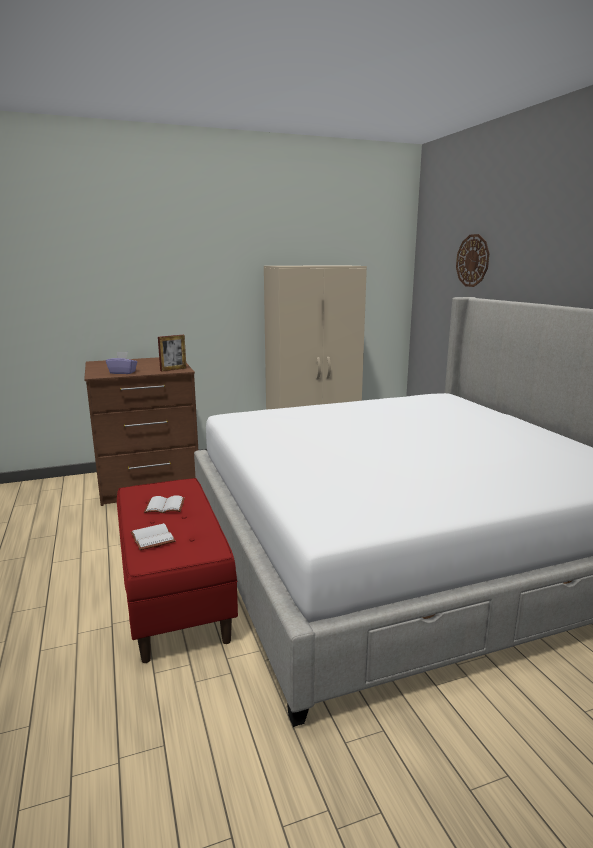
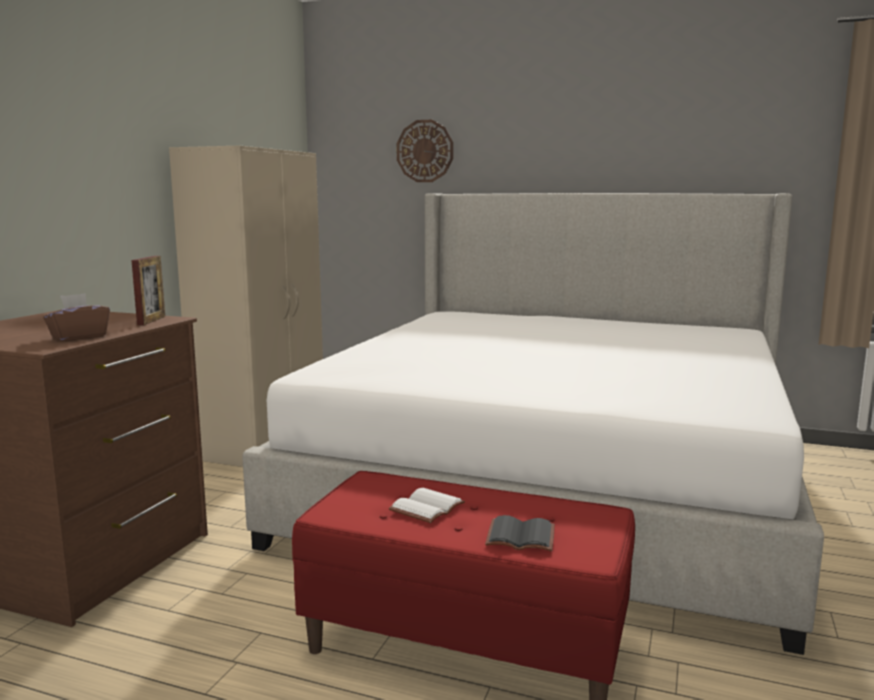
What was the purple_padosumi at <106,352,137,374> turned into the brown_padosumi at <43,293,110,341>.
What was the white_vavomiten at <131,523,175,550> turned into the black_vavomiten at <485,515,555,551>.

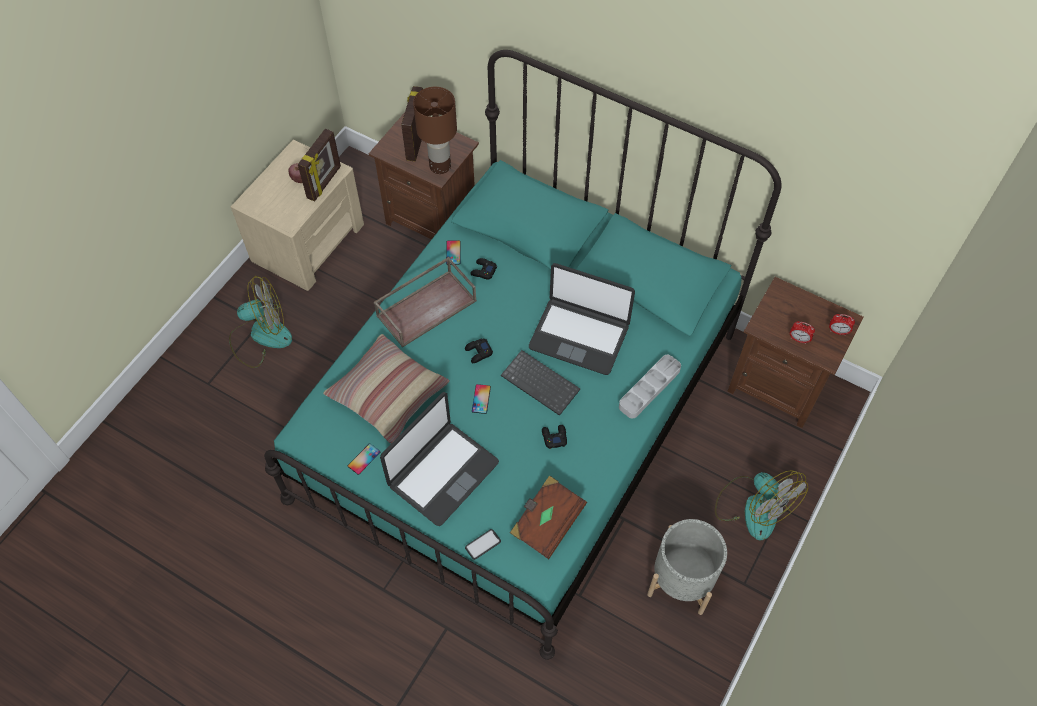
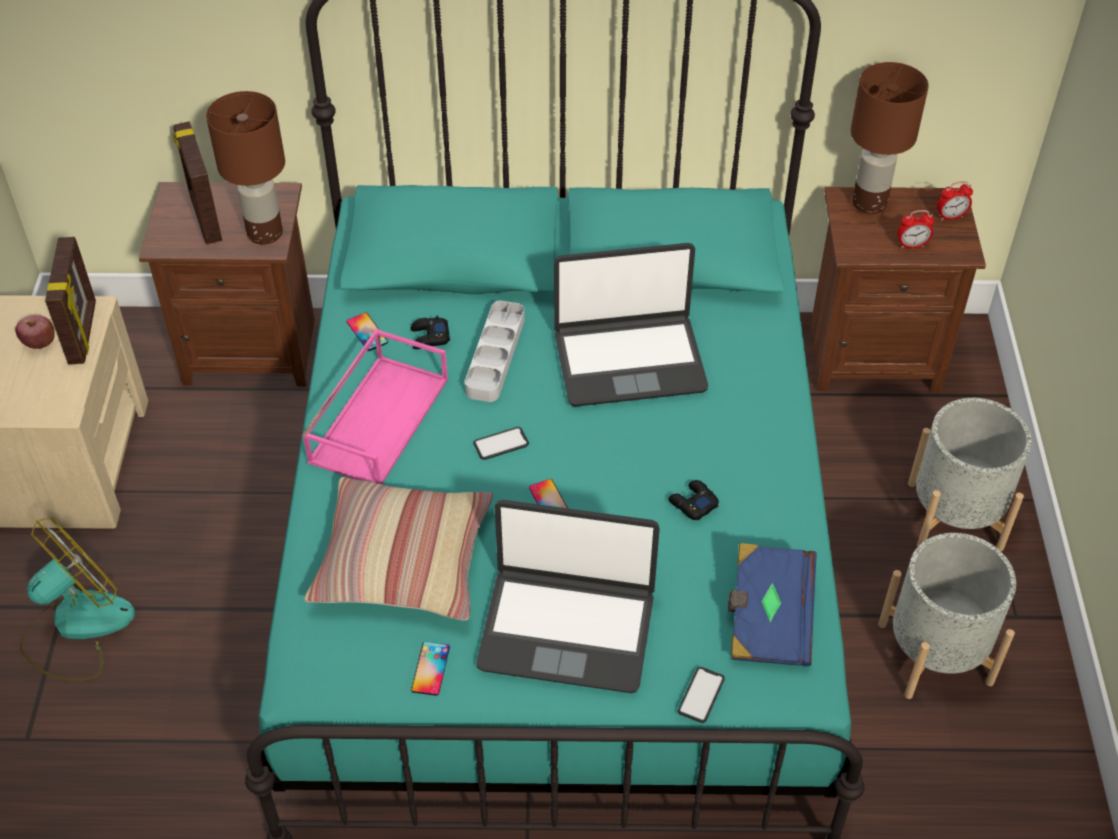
What was the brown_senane at <374,257,477,348> turned into the pink_senane at <302,329,448,484>.
The grey_senane ended up elsewhere, having gone from <619,355,681,419> to <465,301,525,402>.
Where the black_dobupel stood at <465,339,493,363>, the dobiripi came to stand at <473,427,529,460>.
The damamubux at <380,392,499,526> ended up facing another way, 90 degrees clockwise from before.
What was the brown_vavomiten at <510,475,587,559> turned into the blue_vavomiten at <728,543,817,666>.
The second view gained the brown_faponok at <851,62,929,214>.
Where the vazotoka stood at <715,470,808,540>, the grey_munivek came to stand at <908,398,1032,551>.
The second view lost the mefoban at <501,350,580,416>.

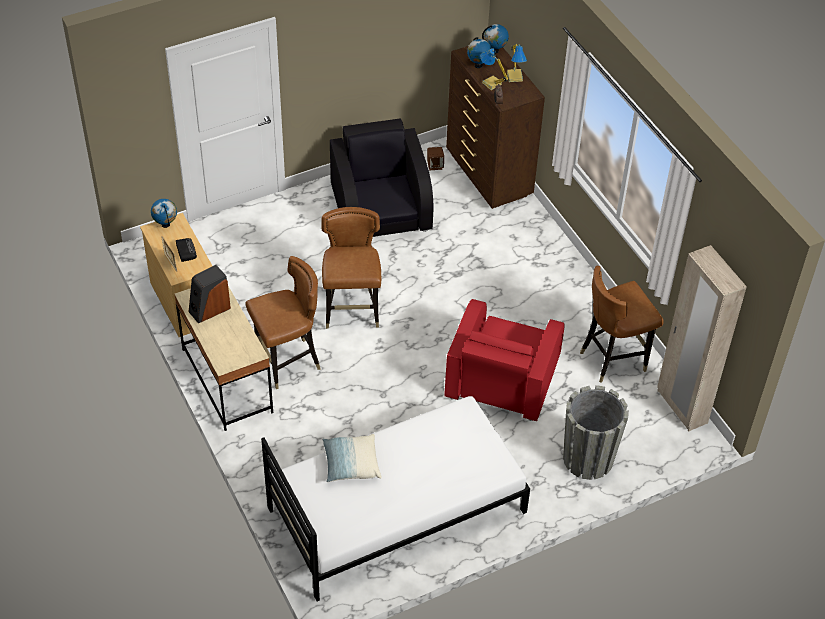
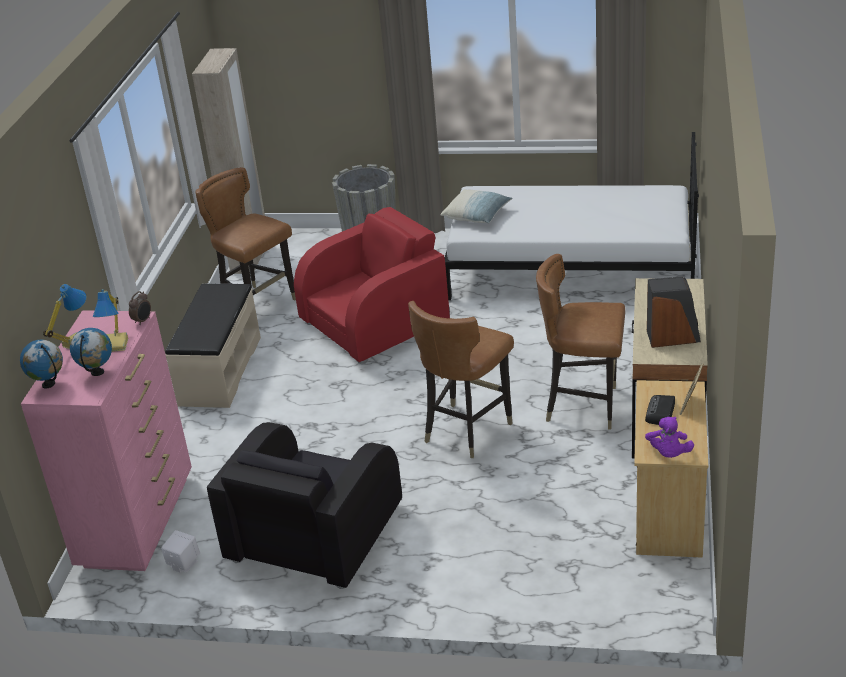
What was the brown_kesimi at <446,46,545,209> turned into the pink_kesimi at <21,310,192,571>.
What was the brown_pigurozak at <427,147,444,170> turned into the white_pigurozak at <161,530,200,573>.
The second view gained the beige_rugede at <165,284,261,408>.
The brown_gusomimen at <580,266,664,383> ended up facing another way, 150 degrees counterclockwise from before.
The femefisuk ended up elsewhere, having gone from <322,434,382,482> to <441,189,513,223>.
Where the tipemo stood at <151,199,177,228>, the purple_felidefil came to stand at <645,417,694,458>.

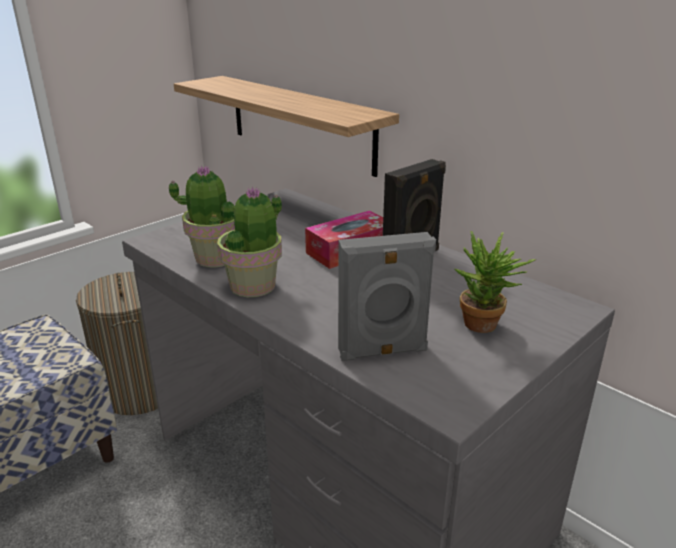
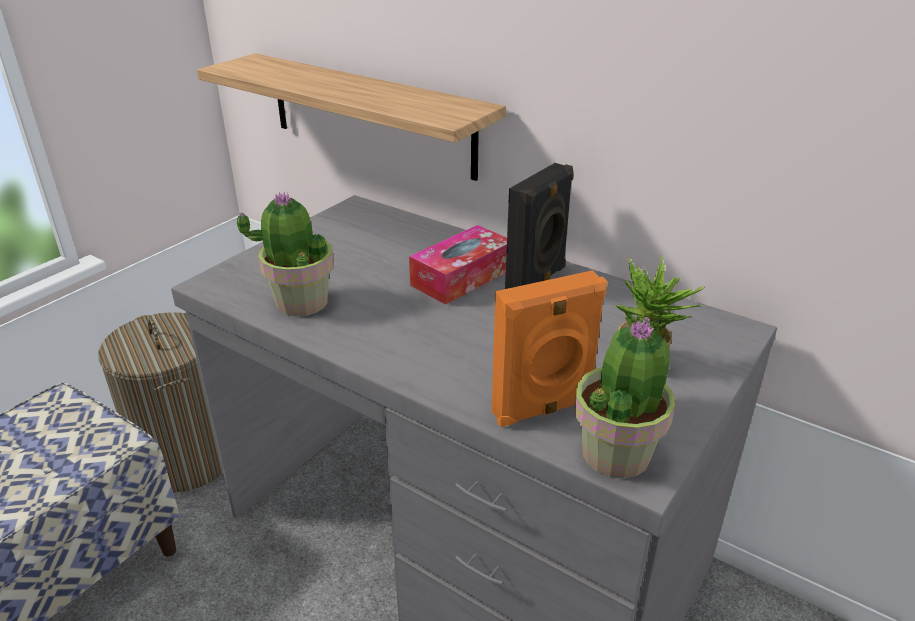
What was the grey_pigurozak at <338,232,436,361> turned into the orange_pigurozak at <492,271,607,427>.
The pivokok ended up elsewhere, having gone from <217,186,282,297> to <575,316,675,479>.

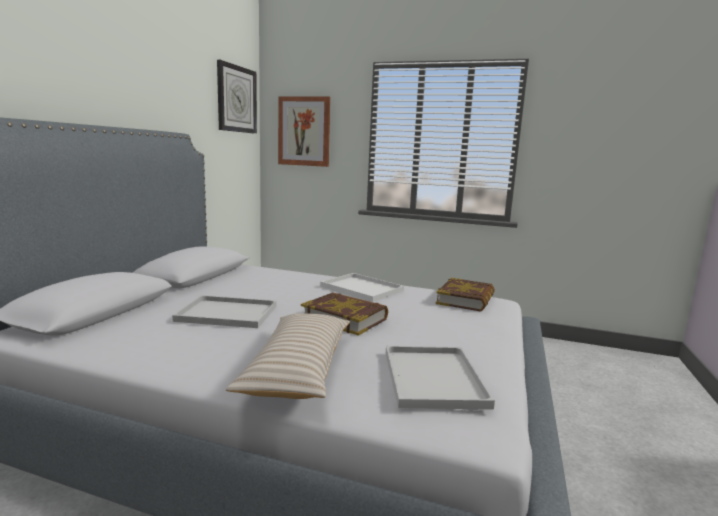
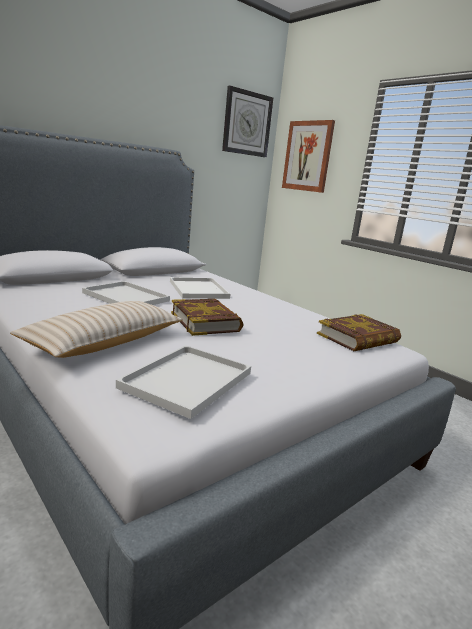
The white_senane ended up elsewhere, having gone from <320,273,404,302> to <170,277,230,299>.

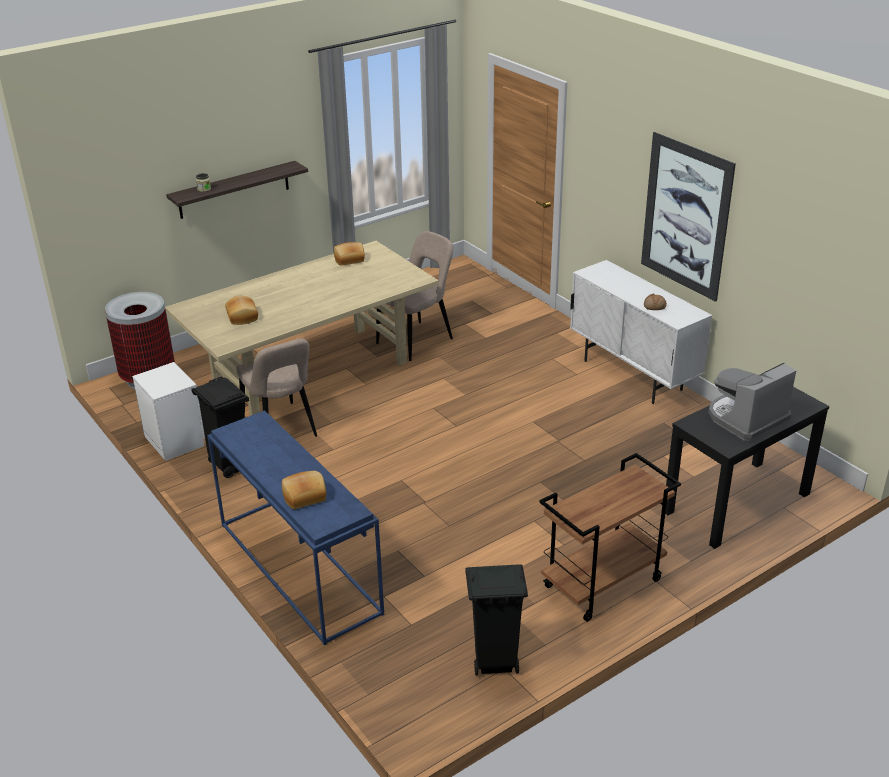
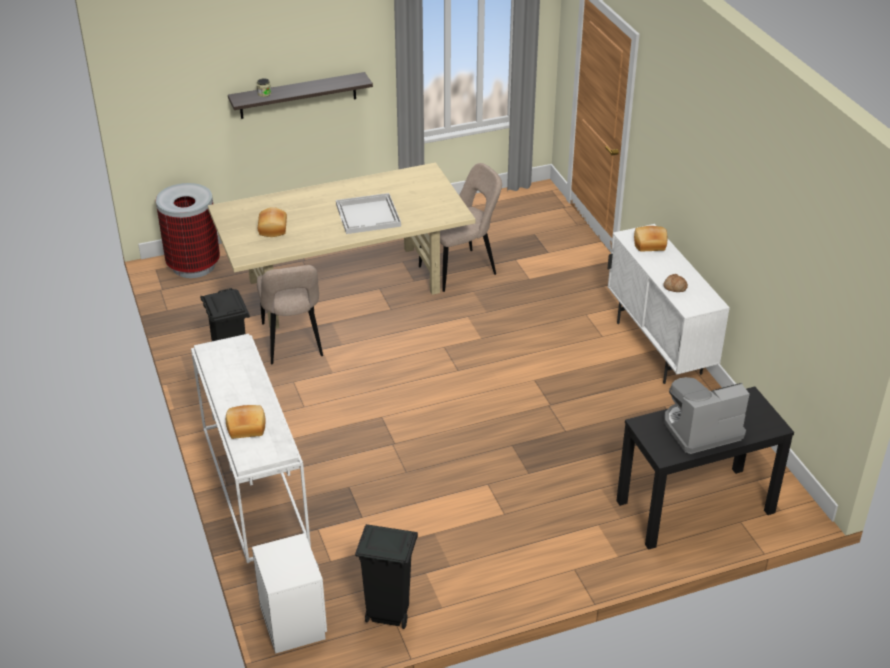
What was the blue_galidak at <207,411,384,645> turned into the white_galidak at <191,334,311,563>.
The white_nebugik ended up elsewhere, having gone from <132,362,205,461> to <252,533,327,654>.
The second view gained the white_senane at <336,193,401,234>.
The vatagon ended up elsewhere, having gone from <334,242,365,266> to <634,226,667,252>.
The second view lost the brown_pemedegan at <539,453,681,622>.
The second view lost the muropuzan at <641,132,736,302>.

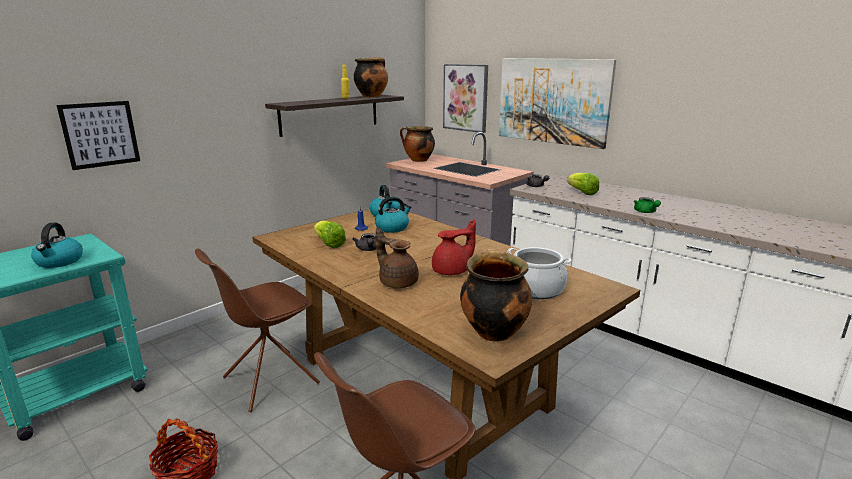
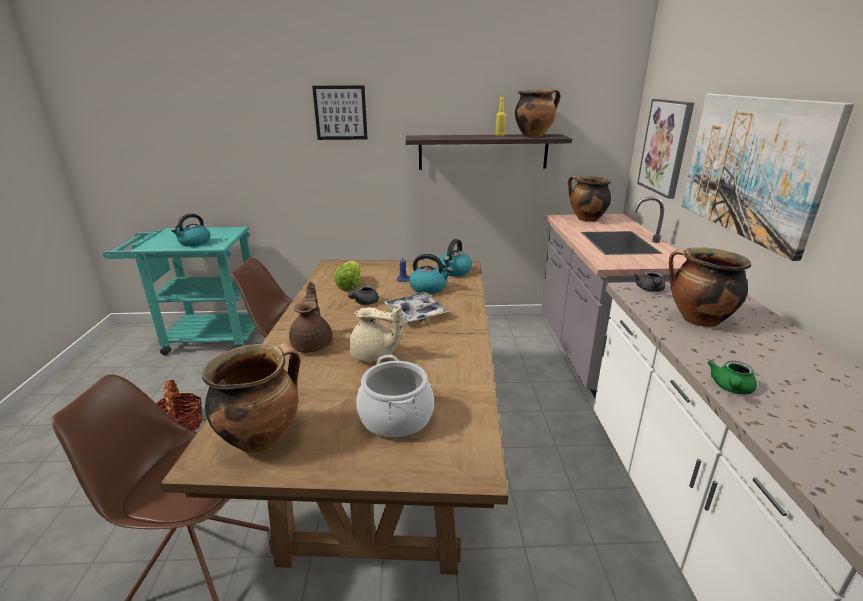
The muropuzan ended up elsewhere, having gone from <56,101,140,170> to <312,85,368,140>.
What was the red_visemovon at <432,220,476,275> turned into the beige_visemovon at <349,306,402,362>.
The second view gained the senane at <384,292,450,323>.
Where the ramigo stood at <567,173,599,195>, the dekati came to stand at <669,247,751,327>.

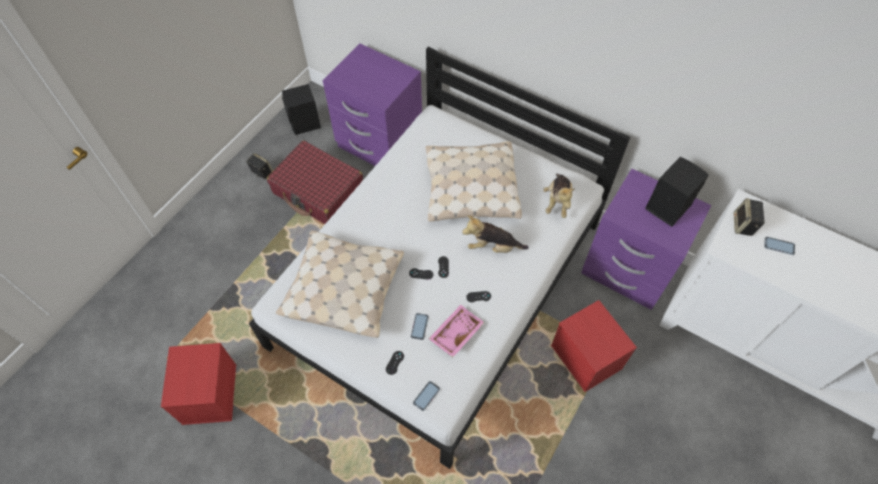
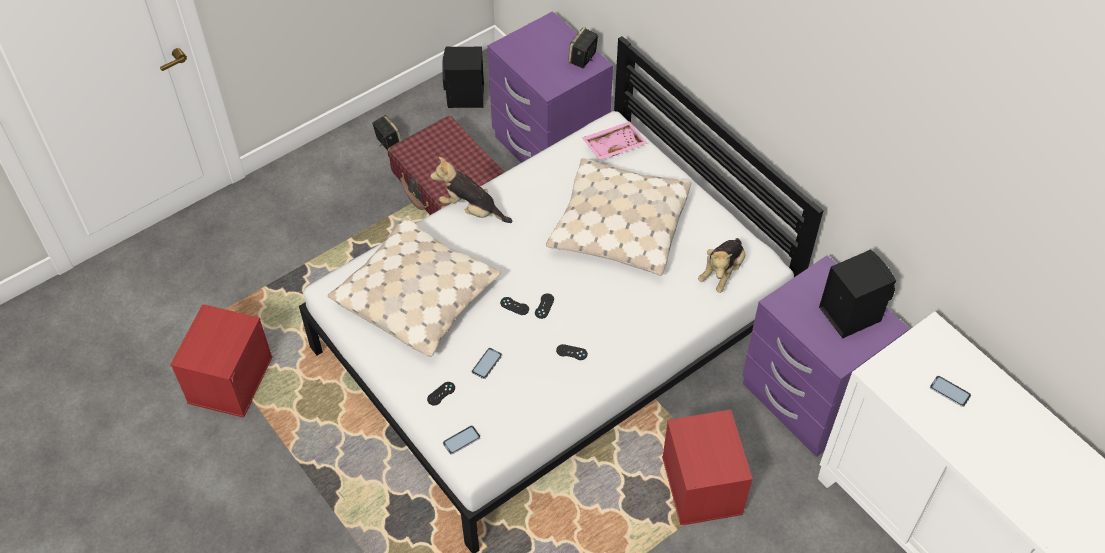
The felidefil ended up elsewhere, having gone from <462,215,529,253> to <430,157,512,223>.
The pigurozak ended up elsewhere, having gone from <734,198,765,236> to <568,27,598,68>.
The pink_senane ended up elsewhere, having gone from <428,305,485,357> to <582,121,647,160>.

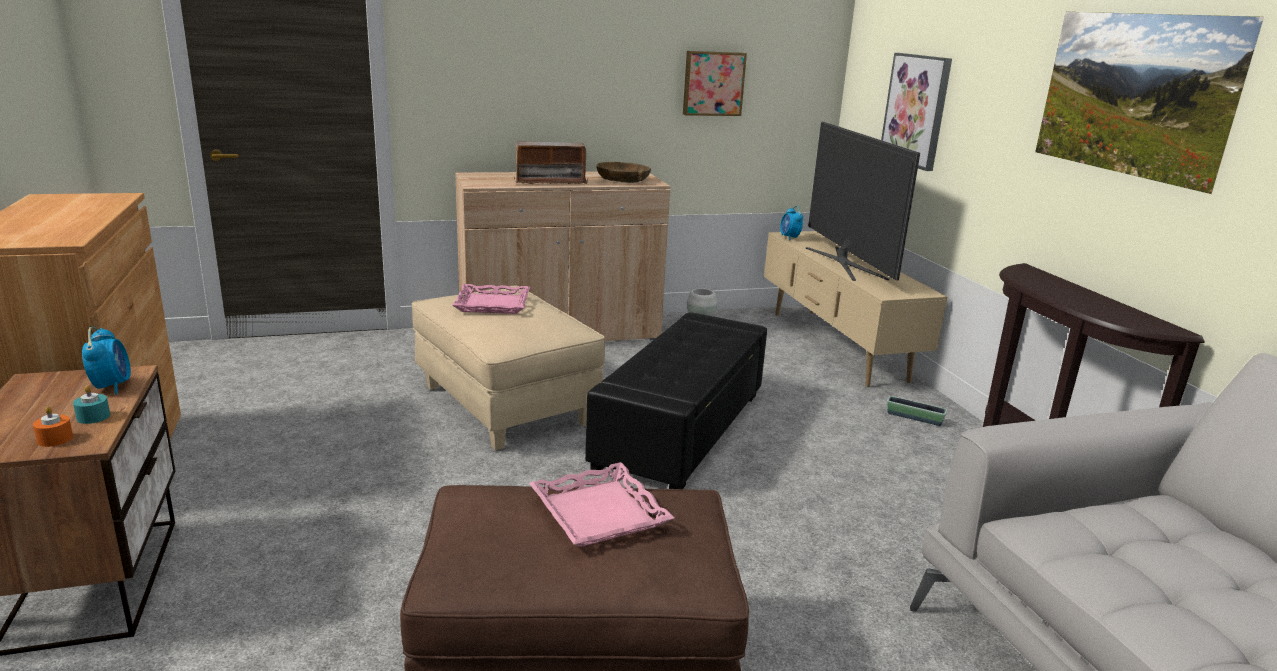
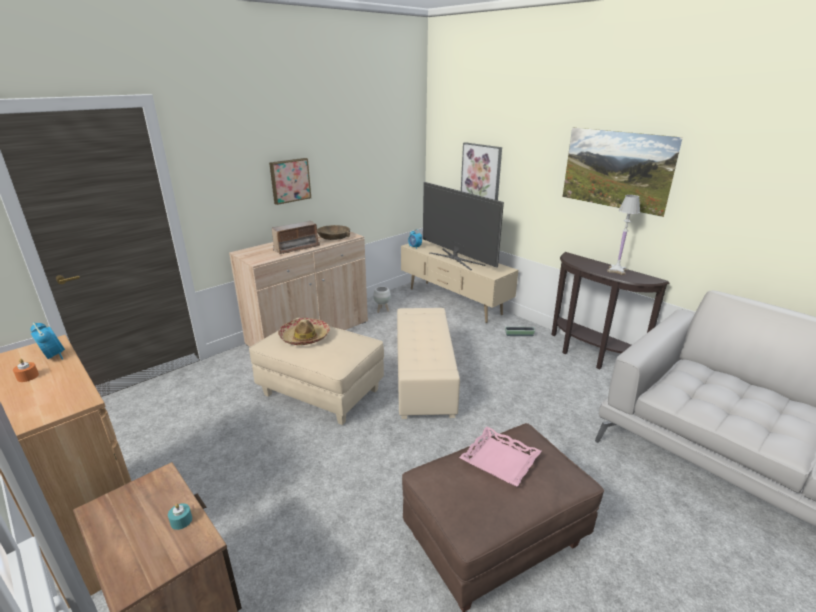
The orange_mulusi ended up elsewhere, having gone from <33,406,73,447> to <13,359,39,382>.
The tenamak ended up elsewhere, having gone from <82,327,131,395> to <31,322,65,360>.
The muropuzan ended up elsewhere, having gone from <683,51,747,116> to <269,158,311,205>.
Where the pink_senane stood at <452,284,530,314>, the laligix came to stand at <278,318,330,345>.
What was the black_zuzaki at <585,312,767,489> turned into the beige_zuzaki at <397,308,460,419>.
The second view gained the white_faponok at <607,195,640,275>.

